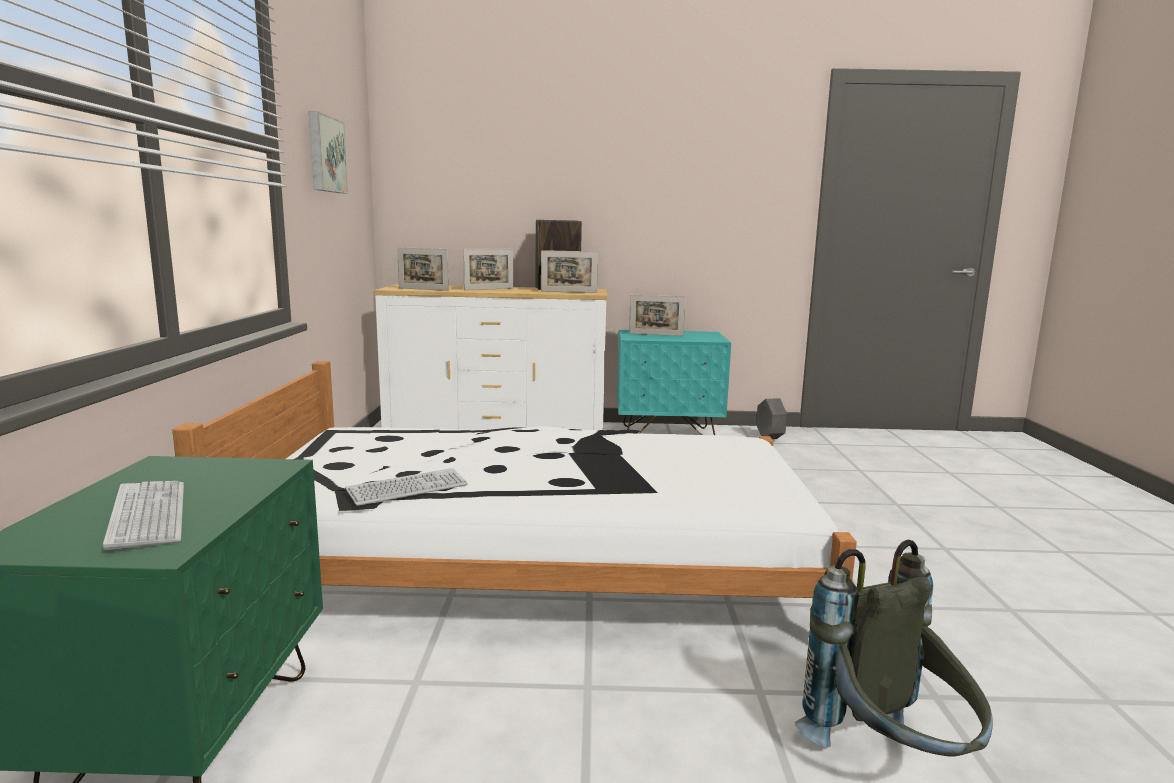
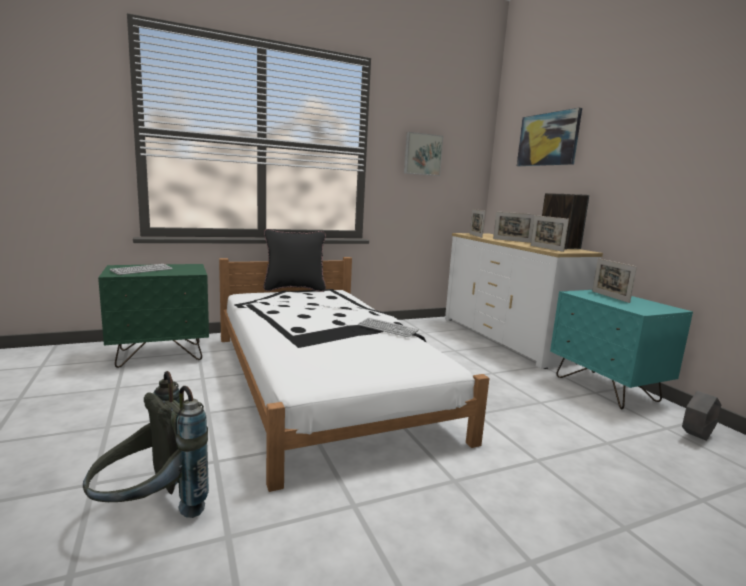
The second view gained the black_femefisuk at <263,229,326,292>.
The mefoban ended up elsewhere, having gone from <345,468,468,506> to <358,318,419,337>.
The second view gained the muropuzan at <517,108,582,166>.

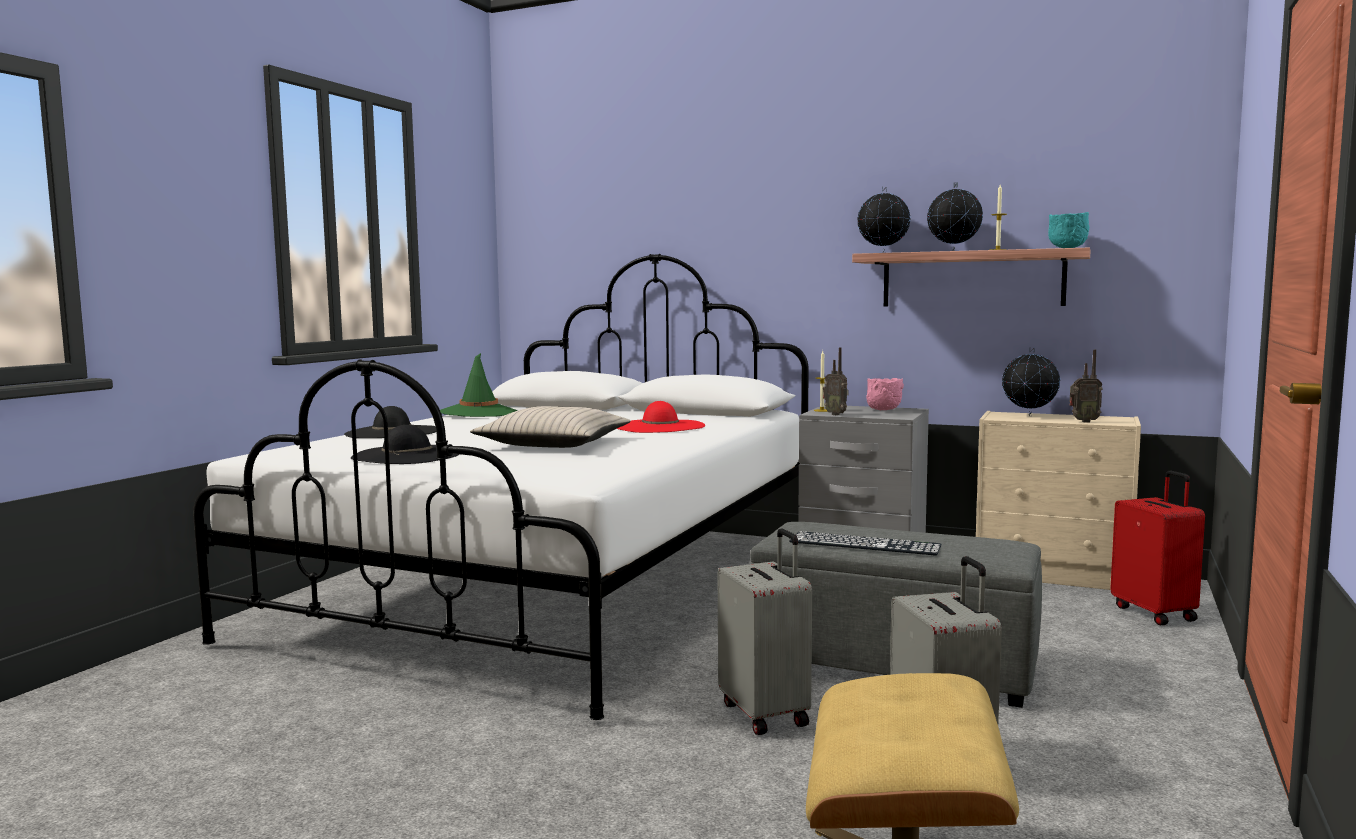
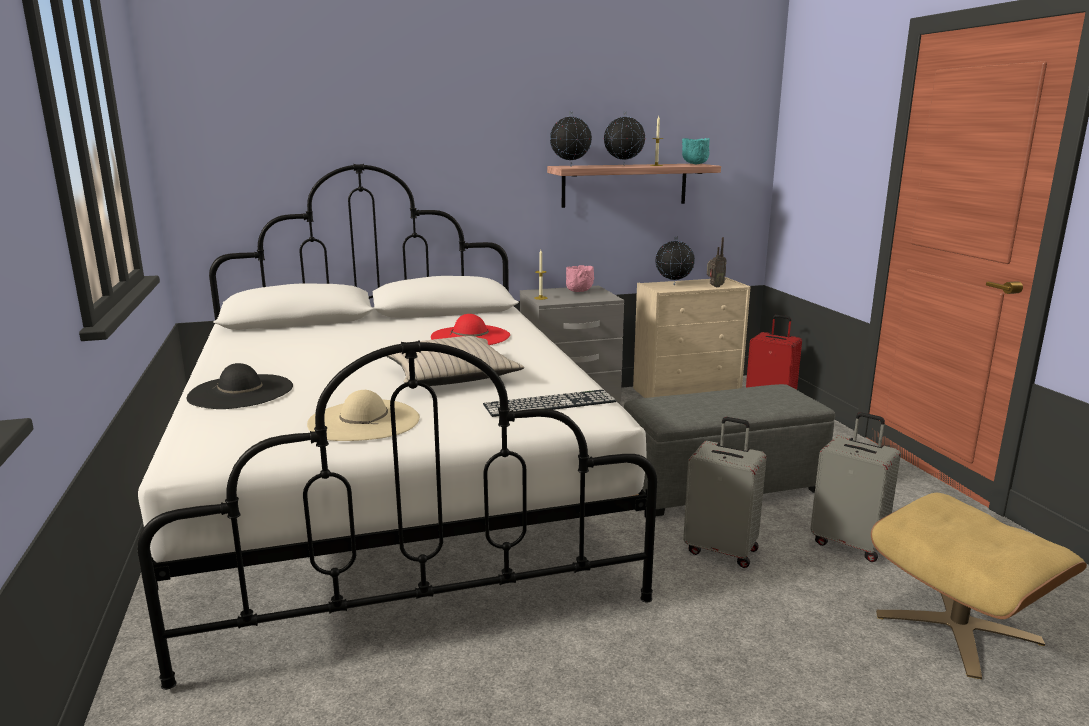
What was the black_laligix at <351,425,459,464> turned into the beige_laligix at <307,390,420,441>.
The mefoban ended up elsewhere, having gone from <789,531,942,555> to <483,390,616,417>.
The second view lost the green_laligix at <440,353,518,417>.
The second view lost the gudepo at <823,347,848,415>.

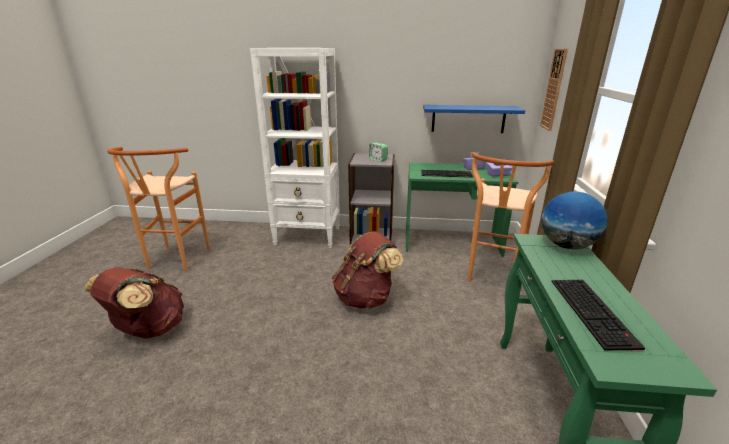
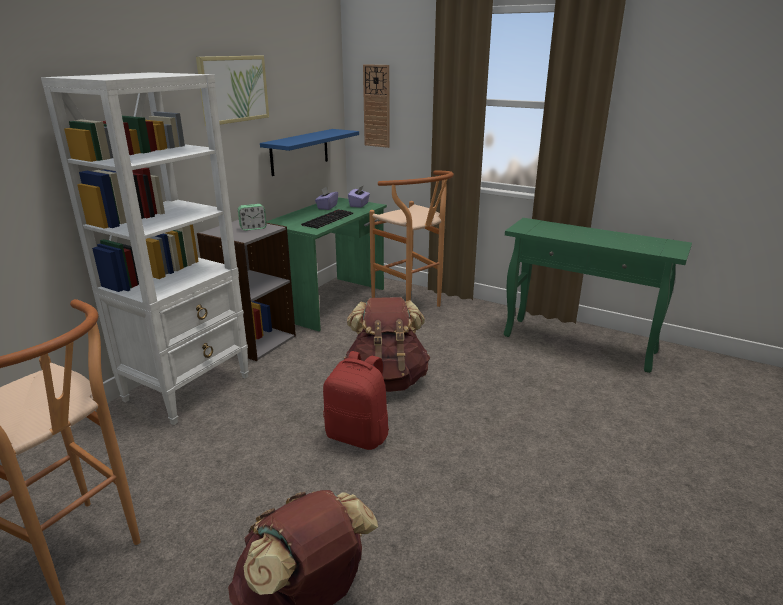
The second view gained the muropuzan at <196,55,269,126>.
The second view gained the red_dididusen at <323,351,389,450>.
The second view lost the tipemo at <541,192,608,249>.
The second view lost the mefoban at <552,280,645,351>.

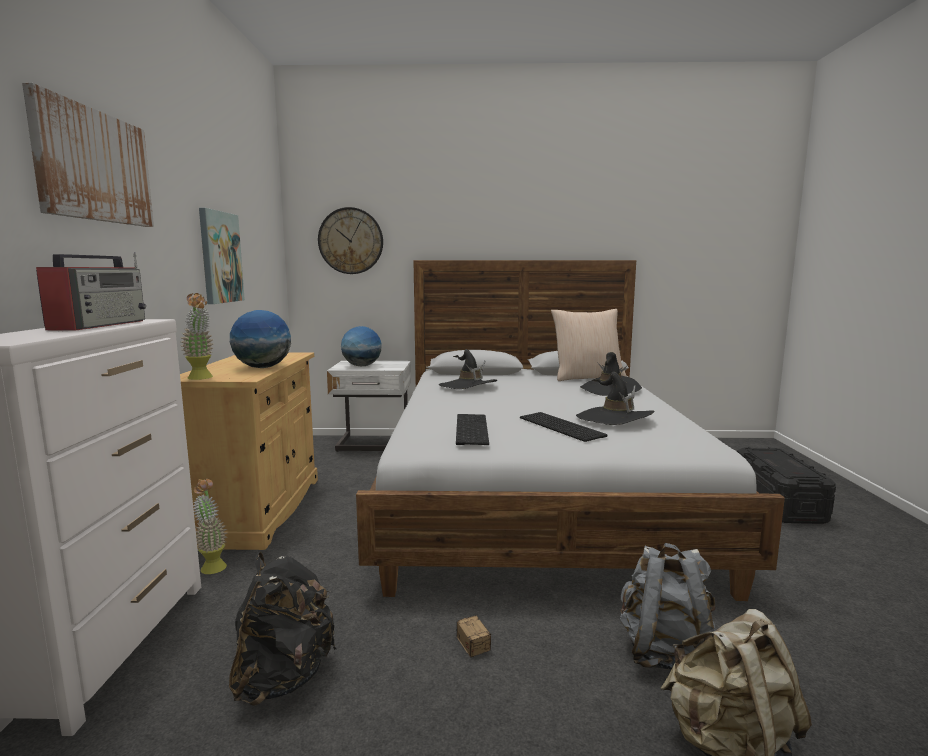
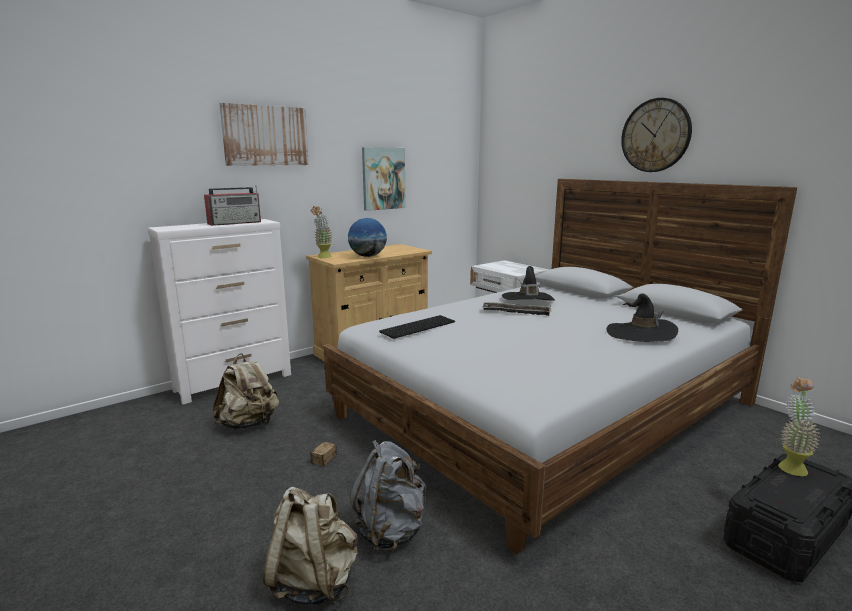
What was the black_dididusen at <229,552,336,706> turned into the beige_dididusen at <212,353,279,429>.
The second view gained the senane at <482,302,551,316>.
The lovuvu ended up elsewhere, having gone from <318,207,383,274> to <621,98,692,172>.
The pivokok ended up elsewhere, having gone from <193,479,227,574> to <778,377,820,476>.
The second view lost the tipemo at <341,326,381,366>.
The second view lost the mefoban at <520,412,608,442>.
The second view lost the beige_femefisuk at <551,309,626,381>.
The second view lost the black_laligix at <576,371,655,425>.

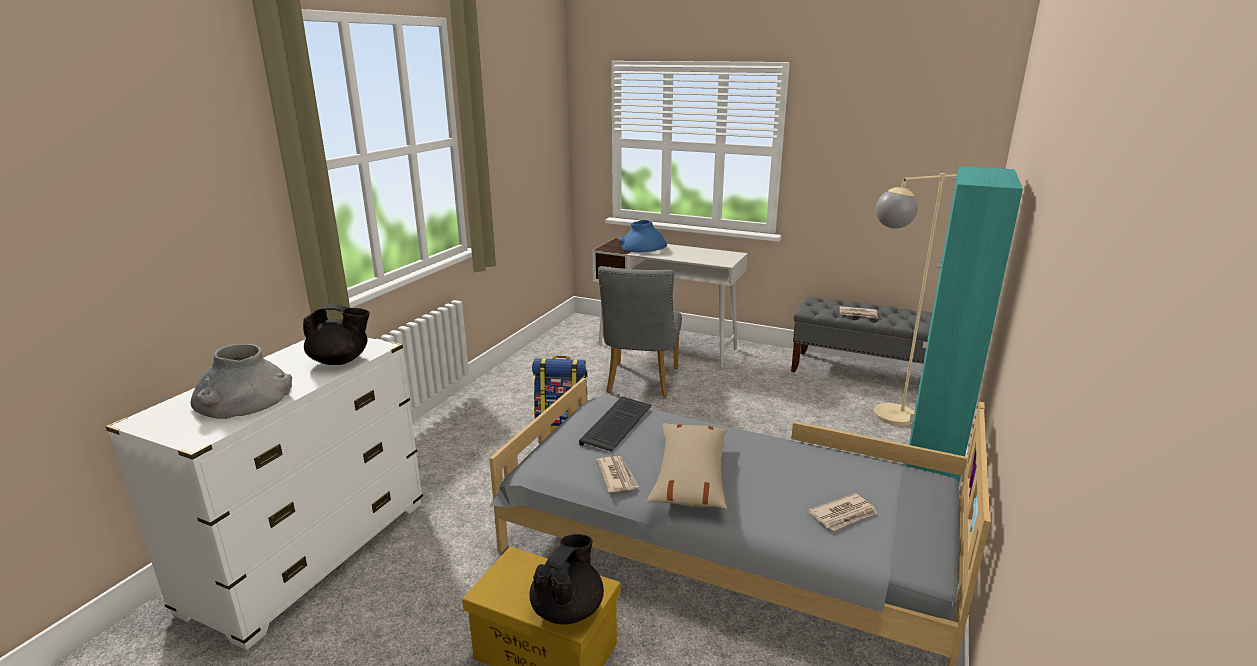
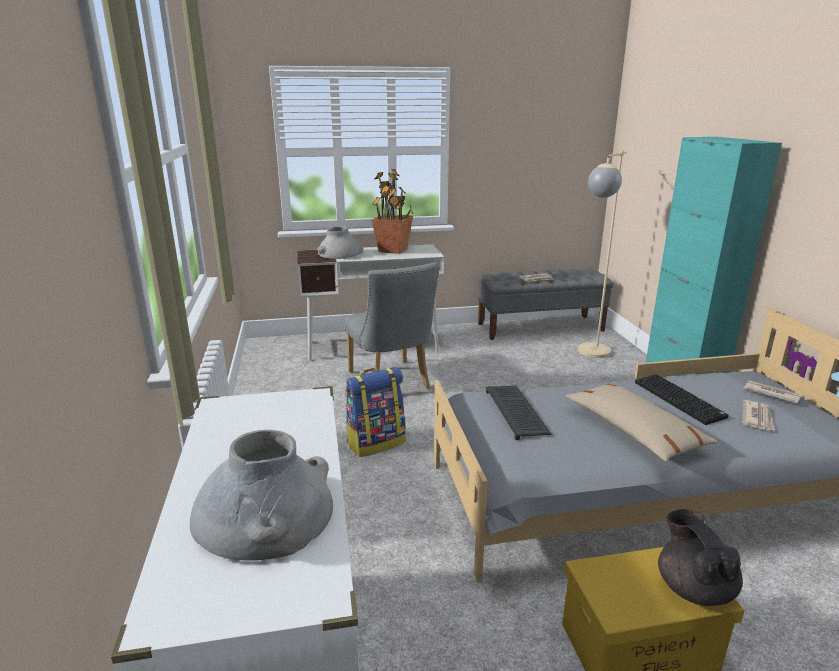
What was the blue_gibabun at <619,220,667,252> turned into the grey_gibabun at <317,226,363,259>.
The second view gained the pivokok at <371,169,413,254>.
The second view gained the mefoban at <635,374,729,425>.
The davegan ended up elsewhere, having gone from <597,456,639,492> to <744,380,802,404>.
The second view lost the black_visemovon at <303,304,370,365>.

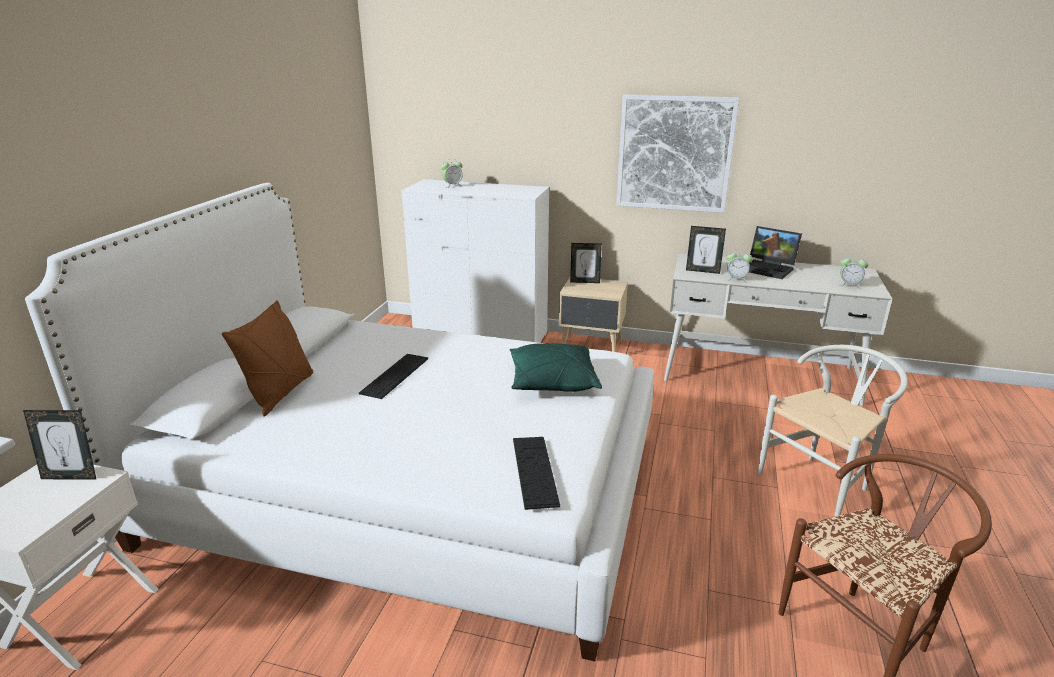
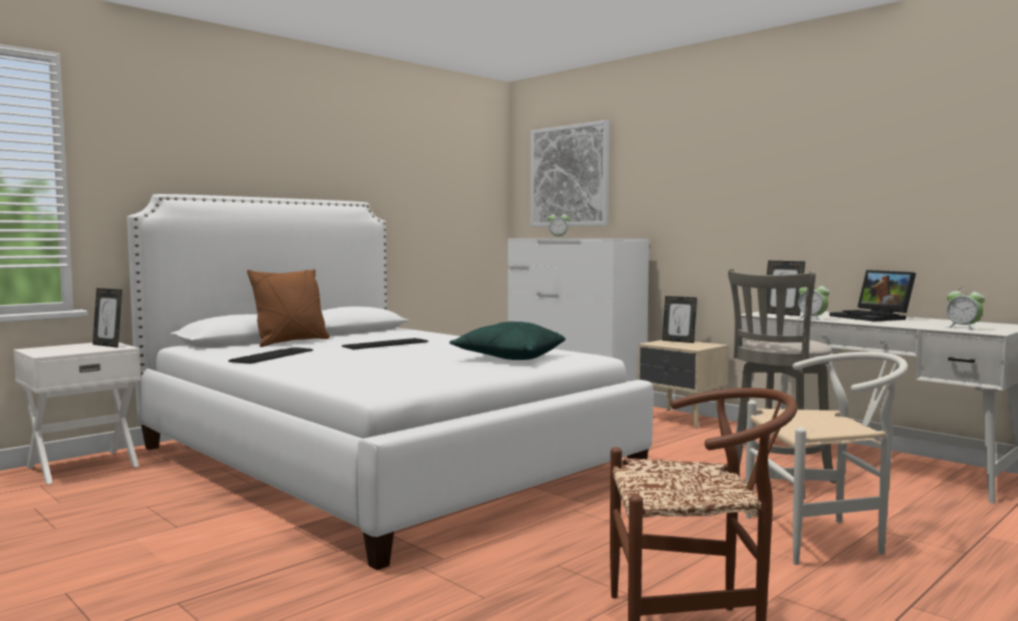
The mefoban ended up elsewhere, having gone from <513,437,560,510> to <228,347,313,364>.
The muropuzan ended up elsewhere, having gone from <616,94,739,213> to <531,120,609,227>.
The second view gained the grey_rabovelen at <728,269,836,499>.

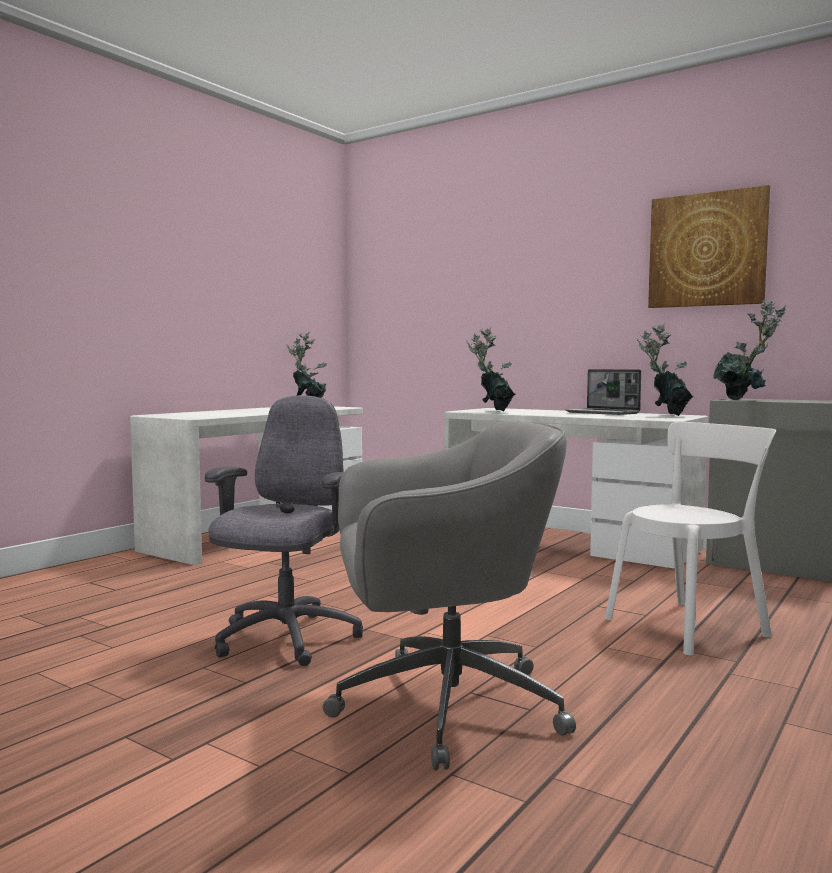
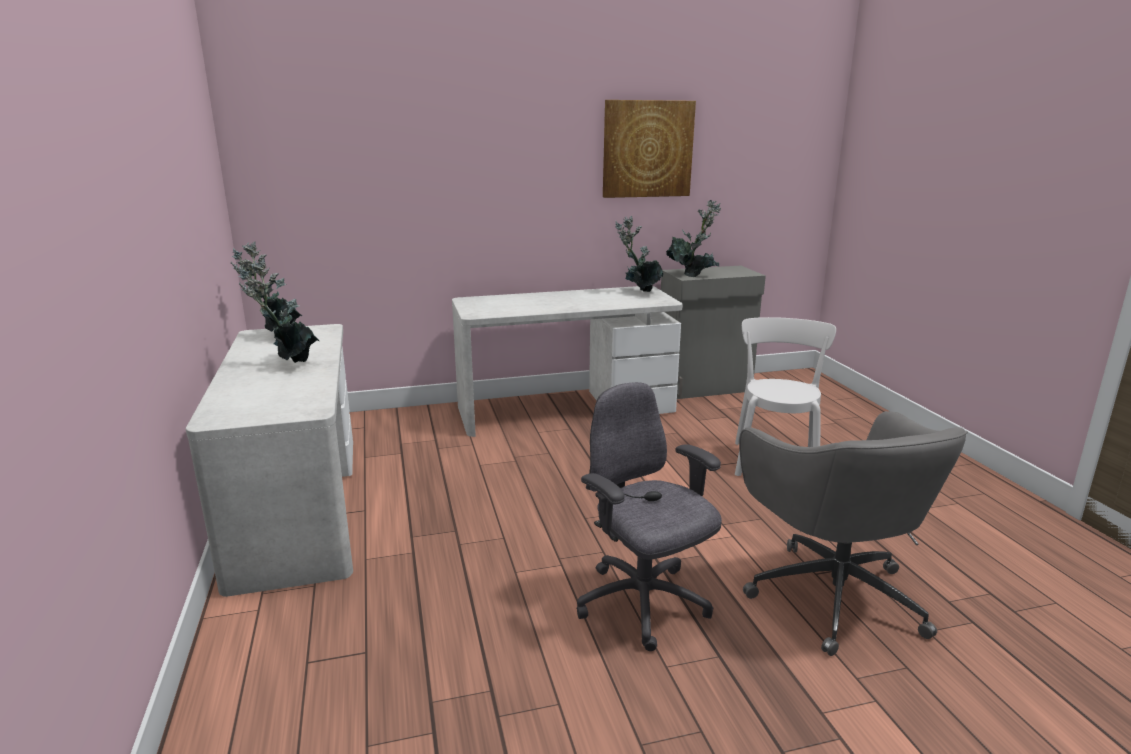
The pivokok ended up elsewhere, having gone from <467,327,516,412> to <238,259,319,363>.
The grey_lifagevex at <323,421,576,770> ended up facing another way, 135 degrees clockwise from before.
The second view lost the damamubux at <565,369,641,415>.

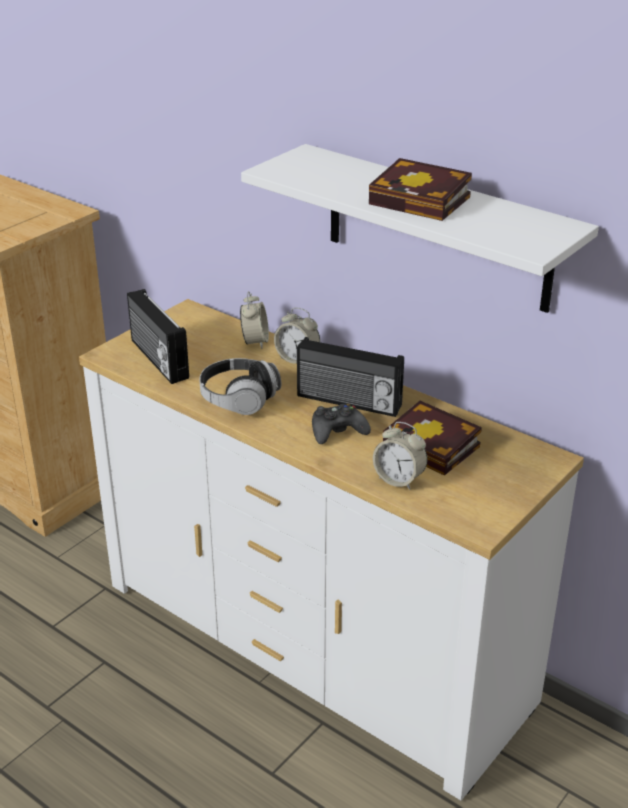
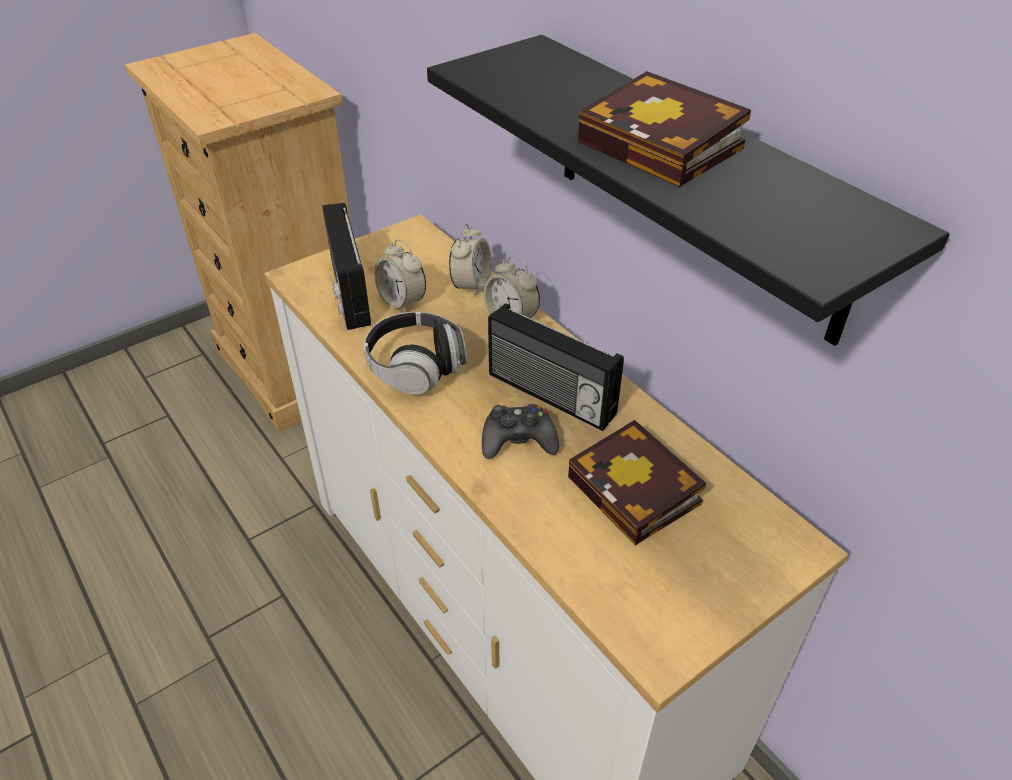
The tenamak ended up elsewhere, having gone from <373,422,428,490> to <374,239,426,313>.
What was the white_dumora at <241,144,599,313> turned into the black_dumora at <427,35,950,346>.

